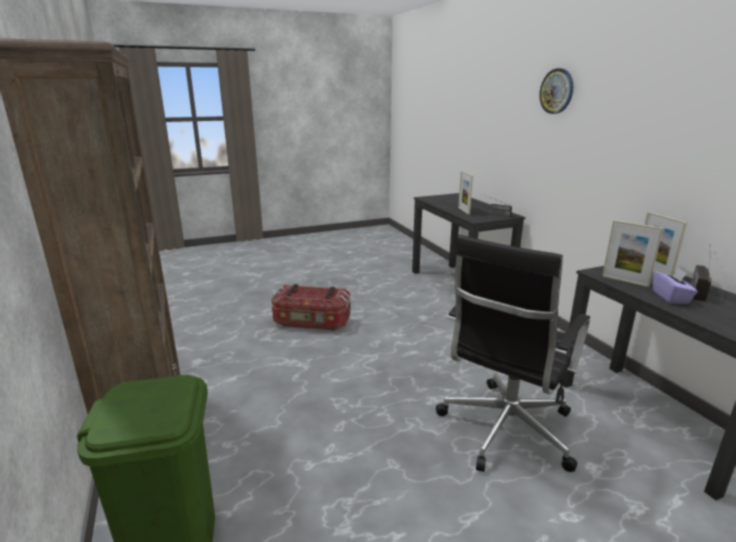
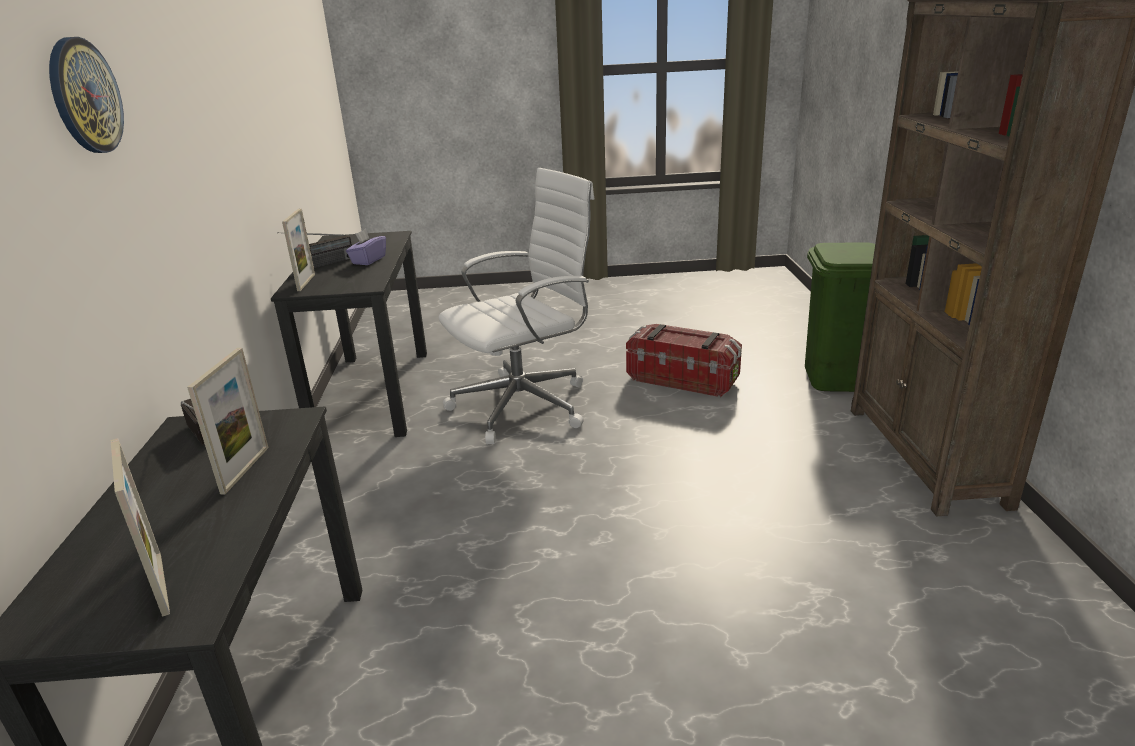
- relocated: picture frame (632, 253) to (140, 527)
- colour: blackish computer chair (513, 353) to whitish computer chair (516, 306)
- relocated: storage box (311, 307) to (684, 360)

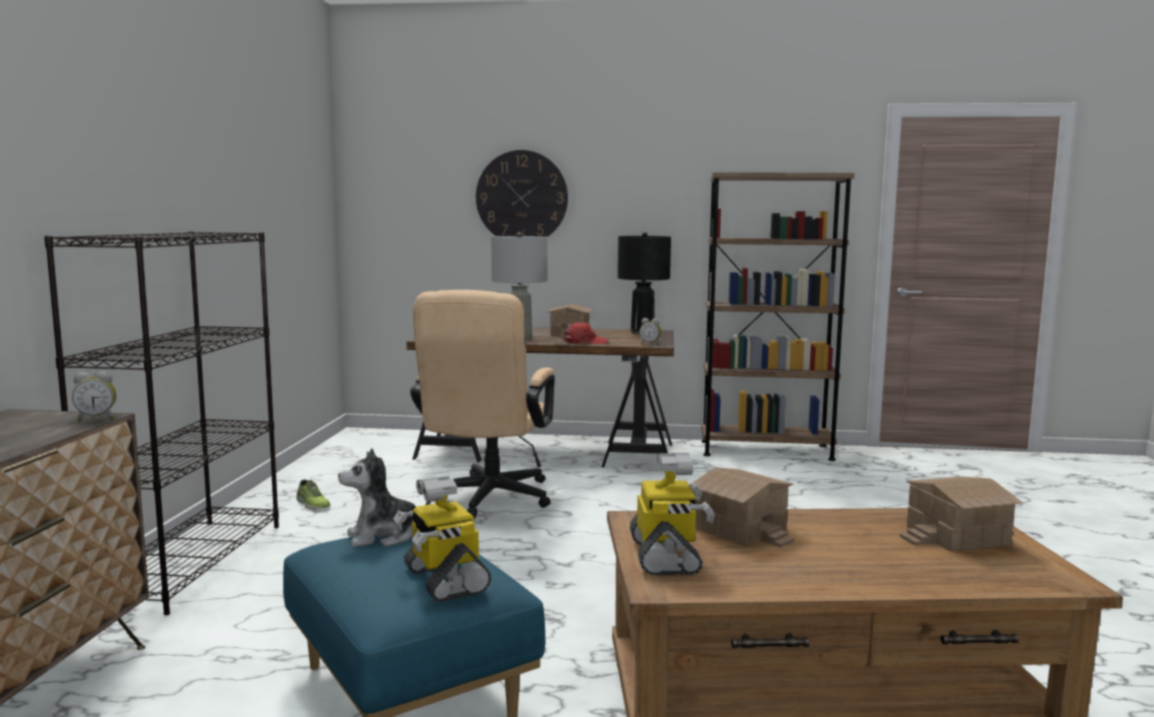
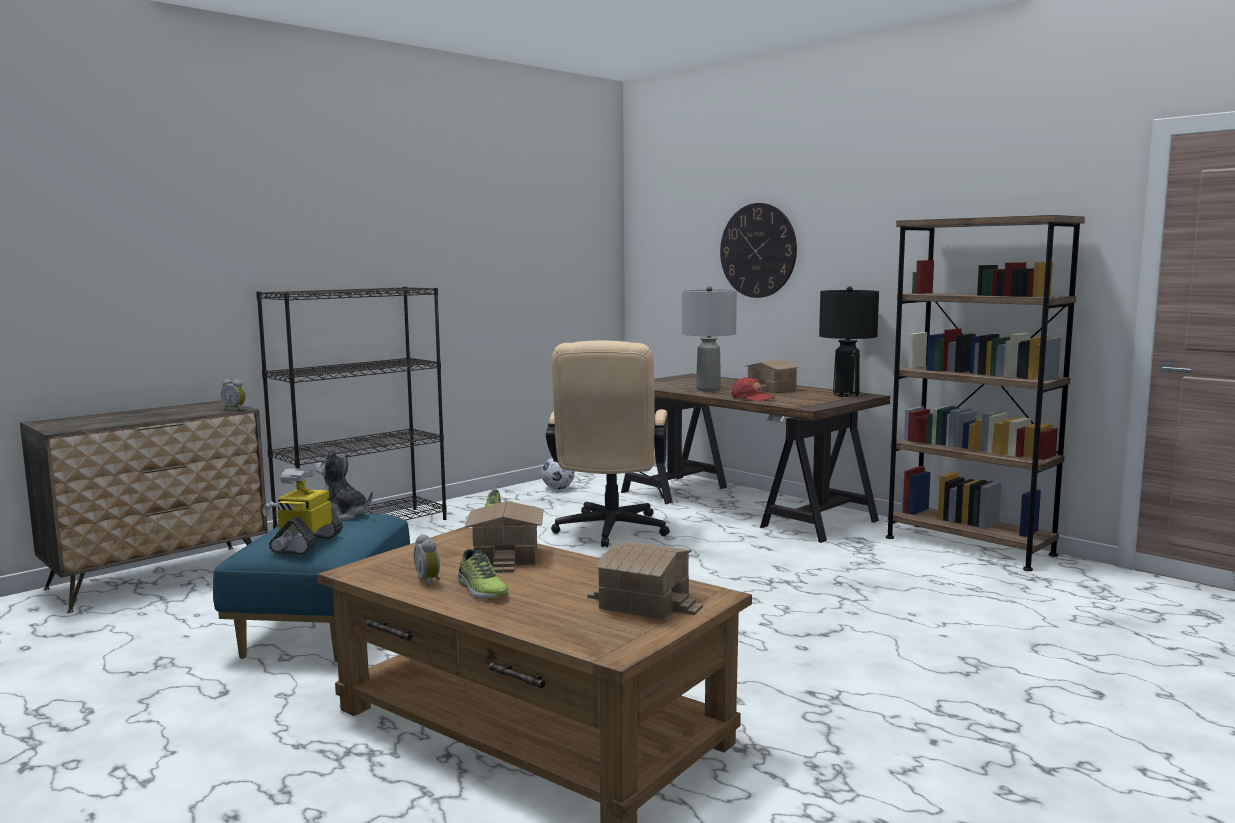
- relocated: bedside clock (650, 331) to (427, 560)
- appeared: item of footwear (483, 574)
- appeared: ball for football (558, 474)
- spun: beige-coloured computer chair (482, 404) = (608, 444) 45 degrees counterclockwise
- missing: toy robot (672, 513)

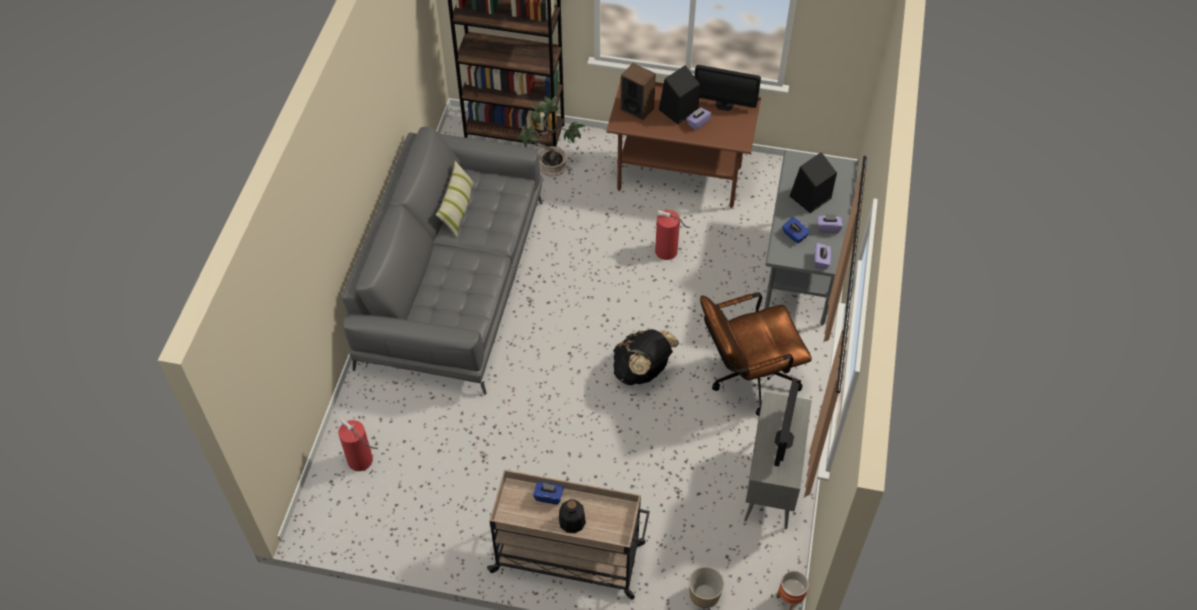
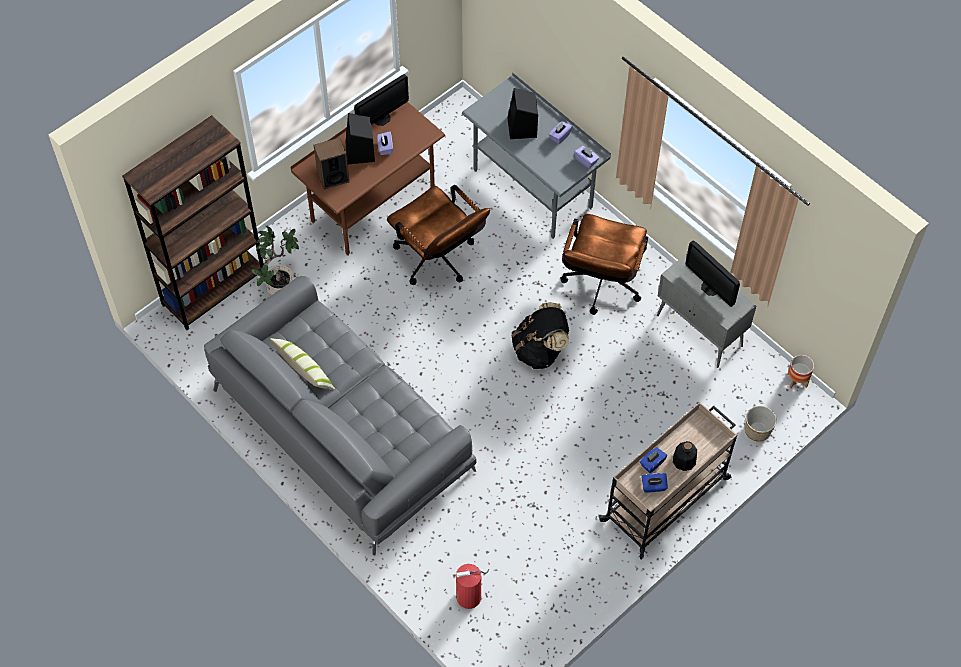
- exchanged: fire-fighting cylinder (672, 235) to brownish computer chair (438, 235)
- relocated: bluish tissue holder (796, 230) to (654, 483)

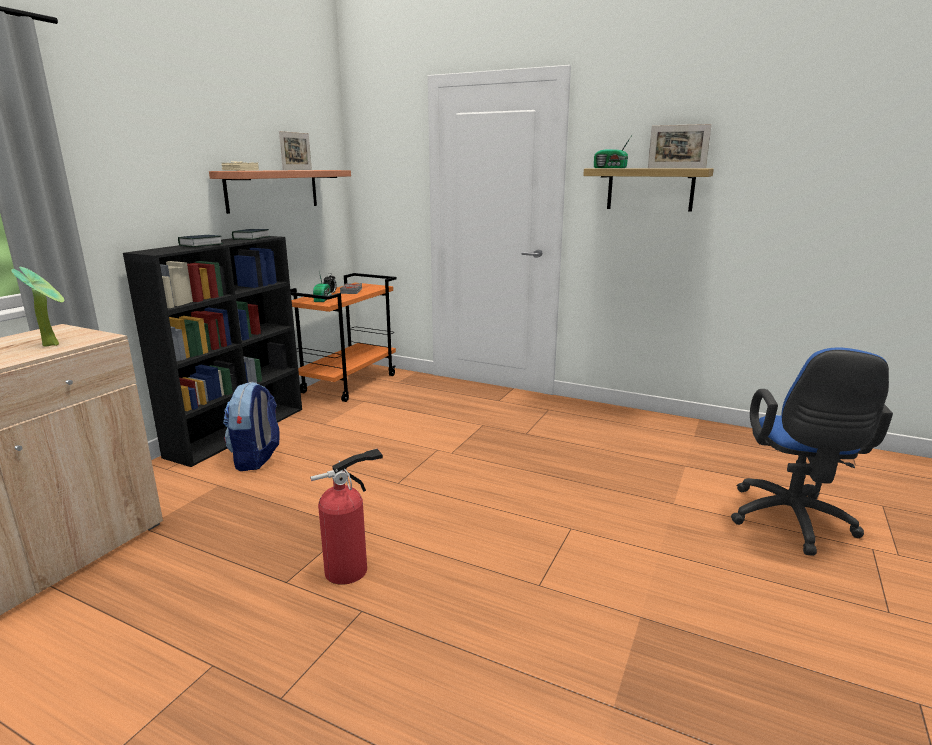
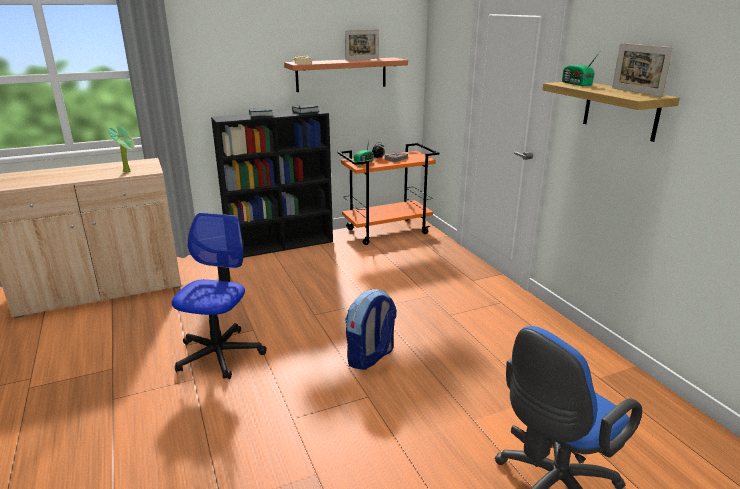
- exchanged: fire-fighting cylinder (346, 517) to computer chair (219, 296)
- relocated: backpack (251, 426) to (371, 329)

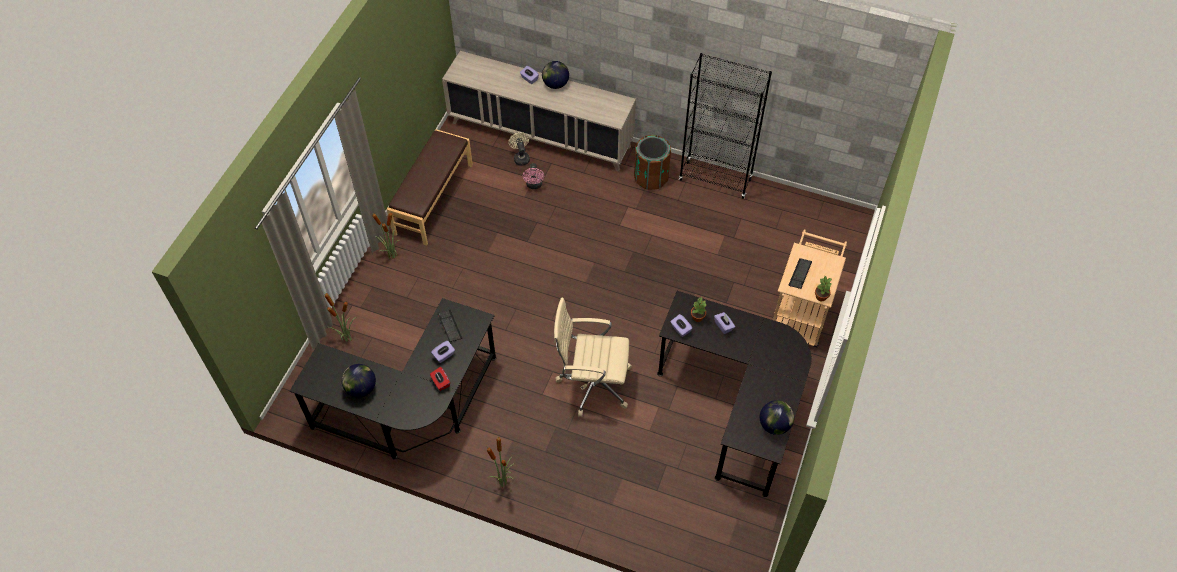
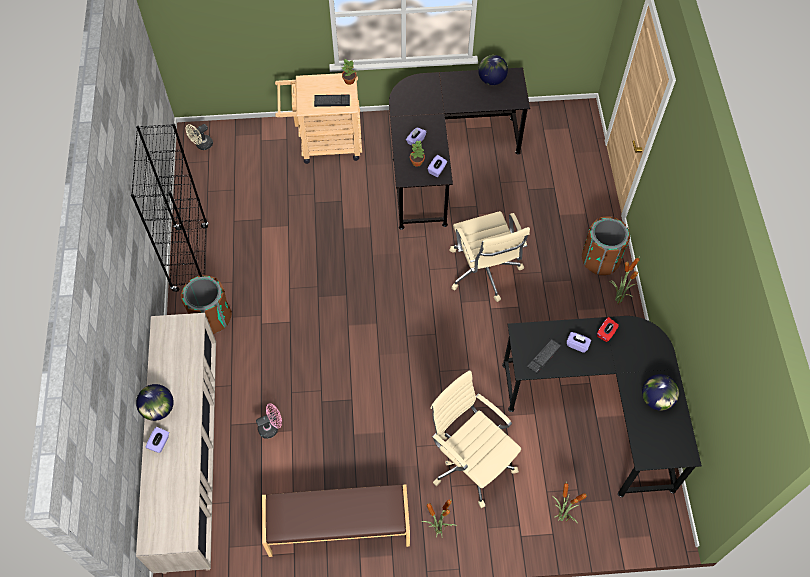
- relocated: beige-coloured fan (519, 149) to (199, 137)
- appeared: beige-coloured computer chair (475, 439)
- appeared: brownish rubbish bin (606, 245)

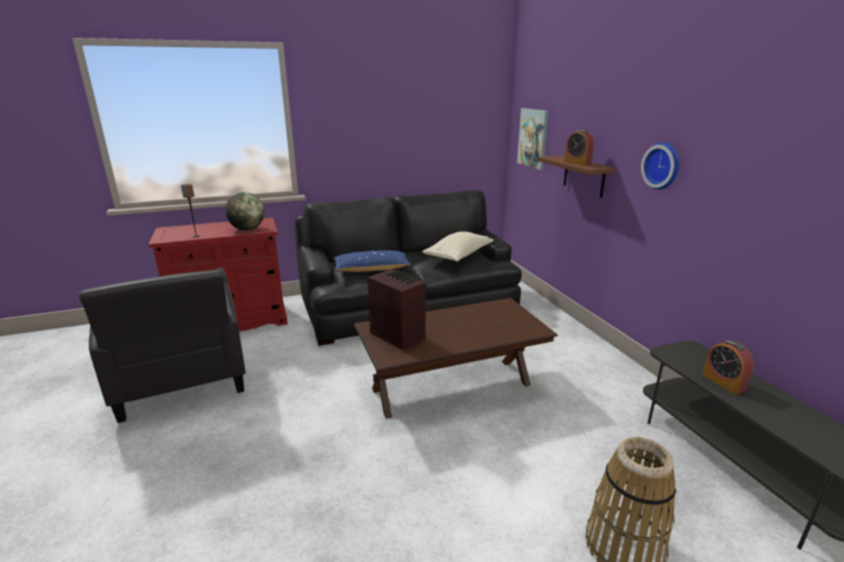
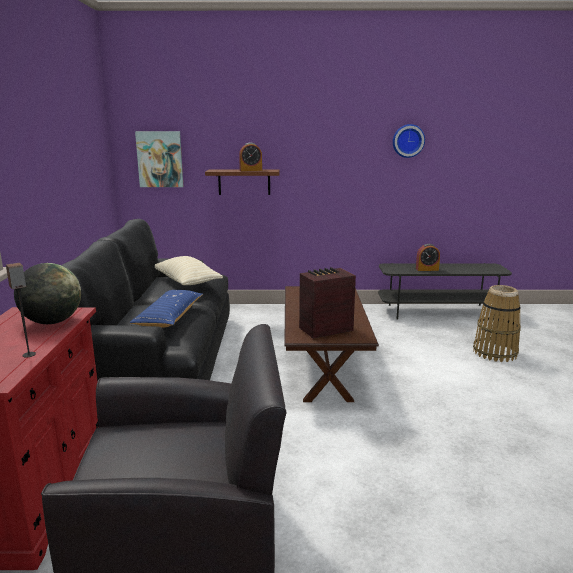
- relocated: hanging clock (660, 166) to (409, 141)

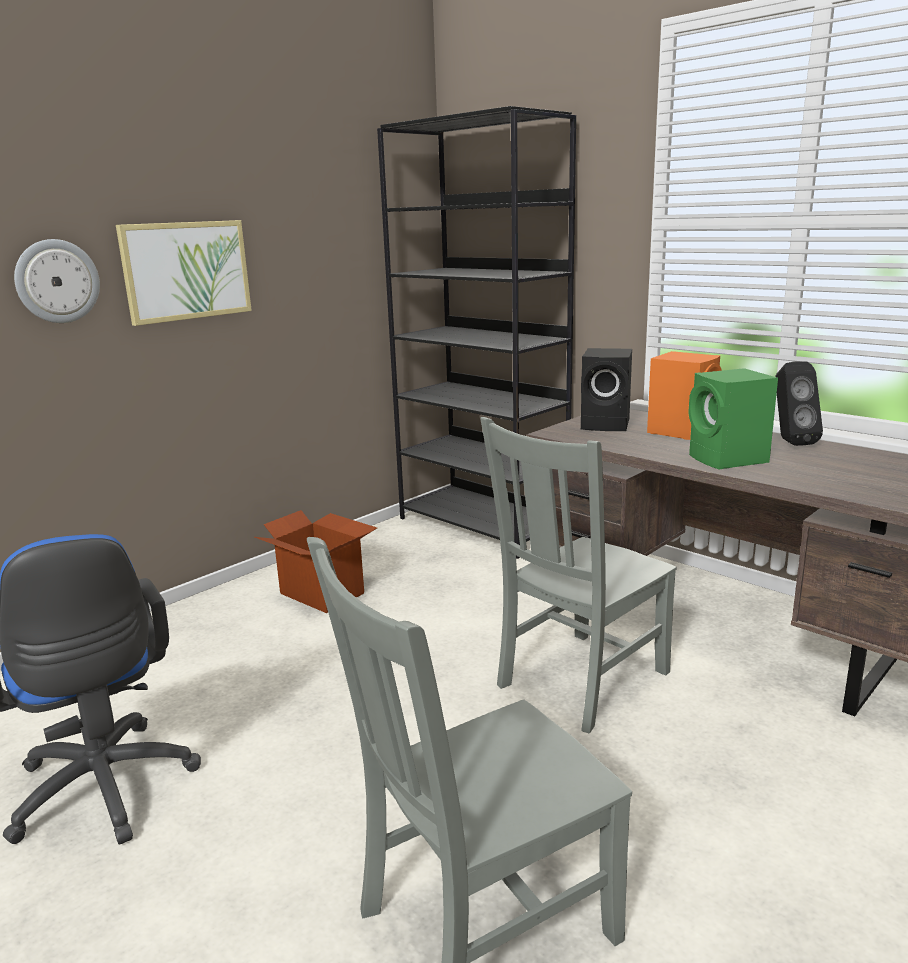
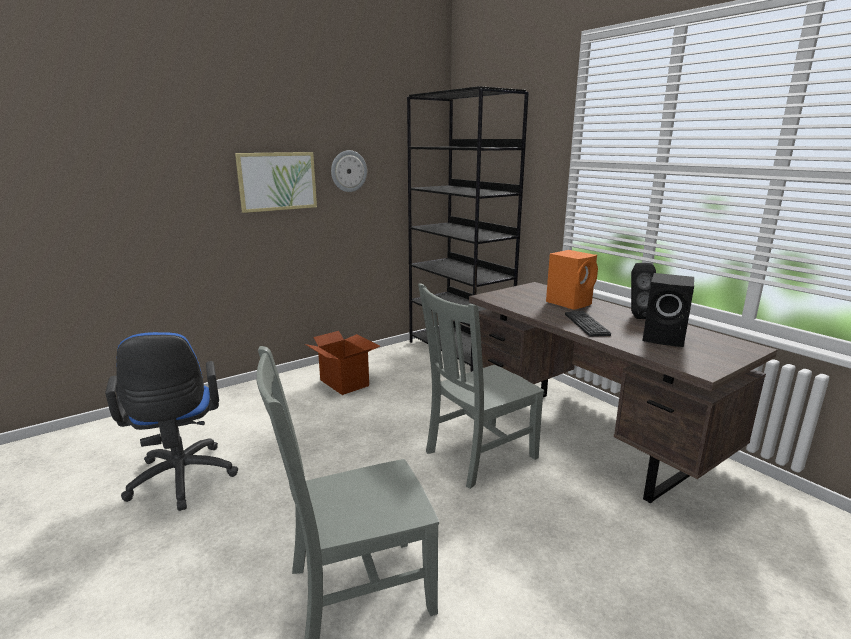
- relocated: hanging clock (57, 281) to (349, 171)
- exchanged: green-coloured audio speaker (733, 418) to PC keyboard (588, 324)
- relocated: blackish audio speaker (606, 389) to (668, 310)

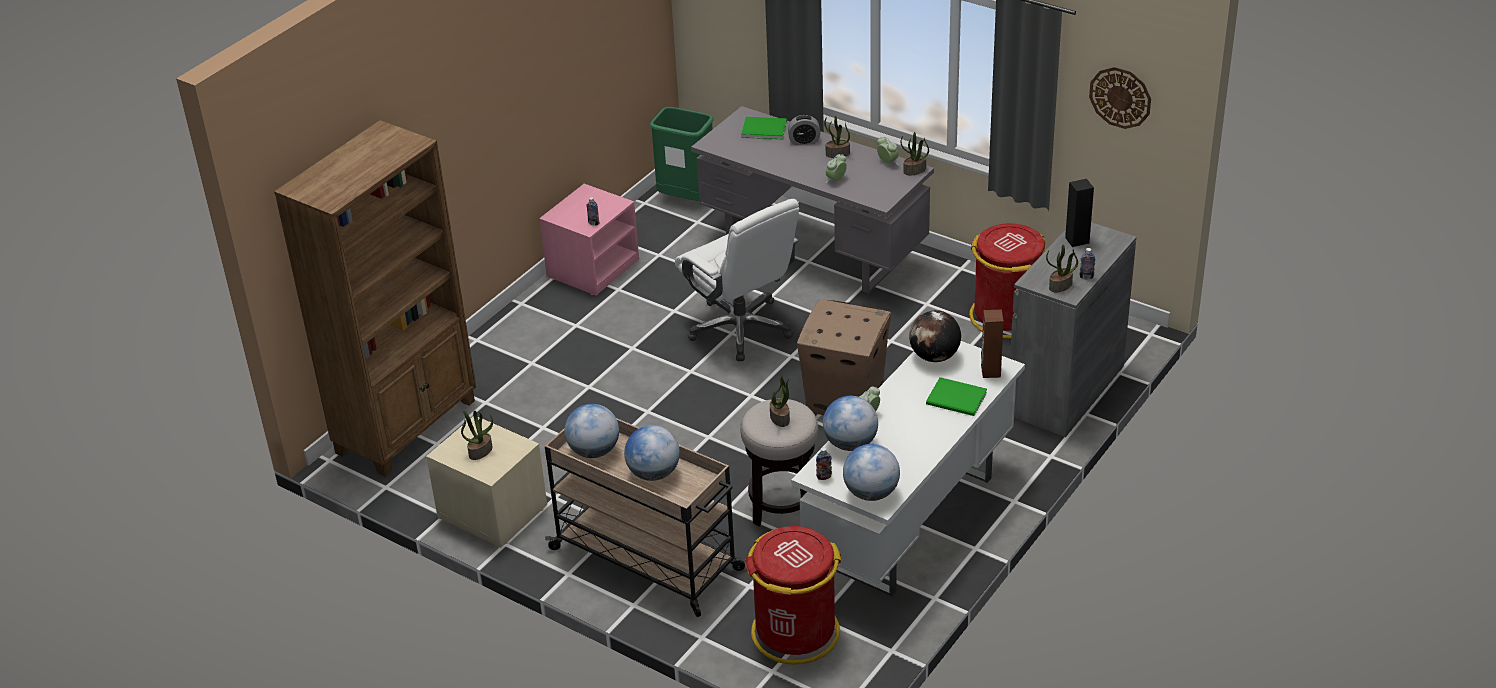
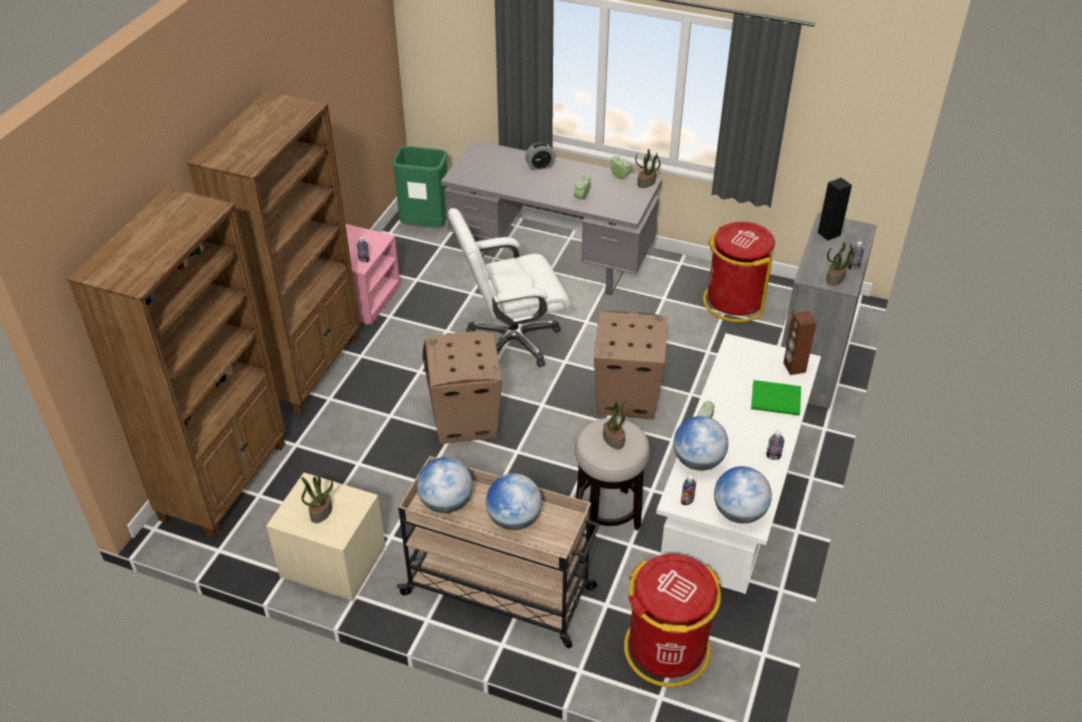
- appeared: brownish bookshelf (273, 253)
- appeared: packing box (462, 388)
- spun: whitish computer chair (737, 280) = (509, 287) 120 degrees clockwise
- appeared: bottle (775, 445)
- missing: green-coloured book (764, 128)
- missing: plant in a pot (837, 137)
- missing: desk globe (935, 336)
- missing: hanging clock (1120, 98)

